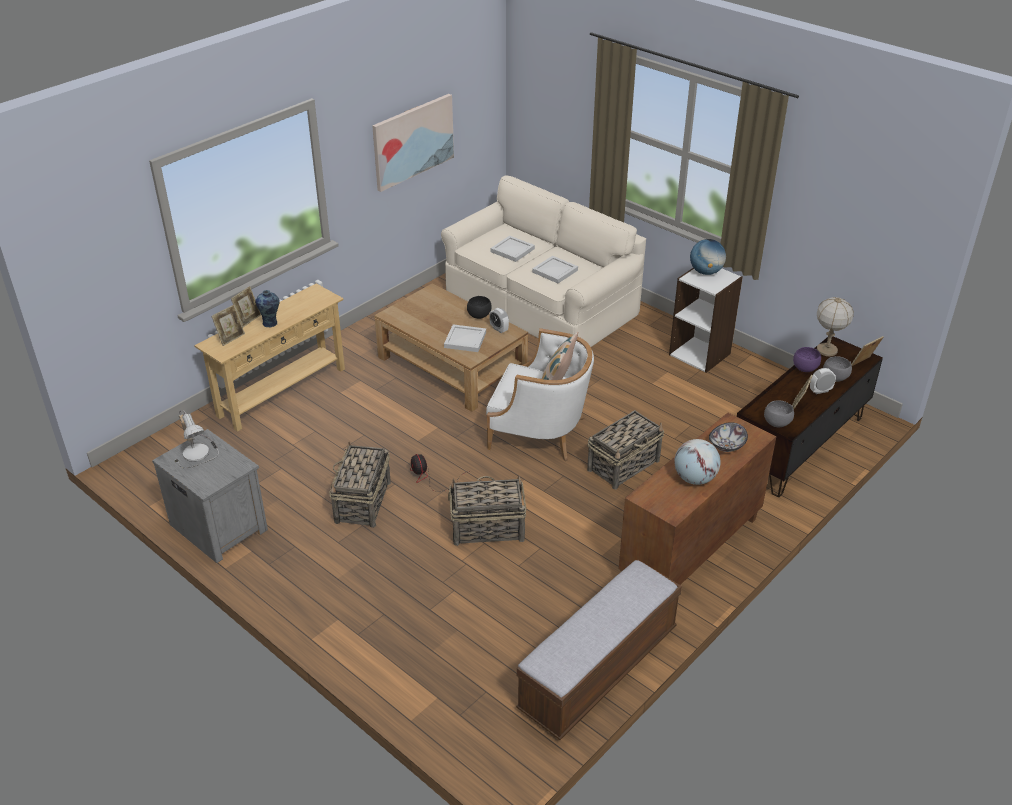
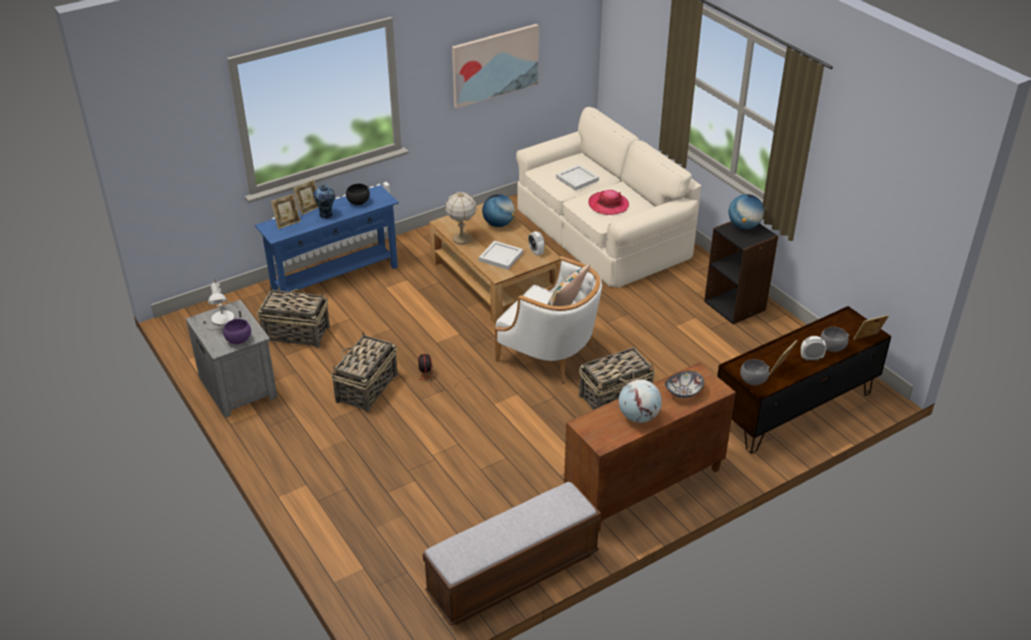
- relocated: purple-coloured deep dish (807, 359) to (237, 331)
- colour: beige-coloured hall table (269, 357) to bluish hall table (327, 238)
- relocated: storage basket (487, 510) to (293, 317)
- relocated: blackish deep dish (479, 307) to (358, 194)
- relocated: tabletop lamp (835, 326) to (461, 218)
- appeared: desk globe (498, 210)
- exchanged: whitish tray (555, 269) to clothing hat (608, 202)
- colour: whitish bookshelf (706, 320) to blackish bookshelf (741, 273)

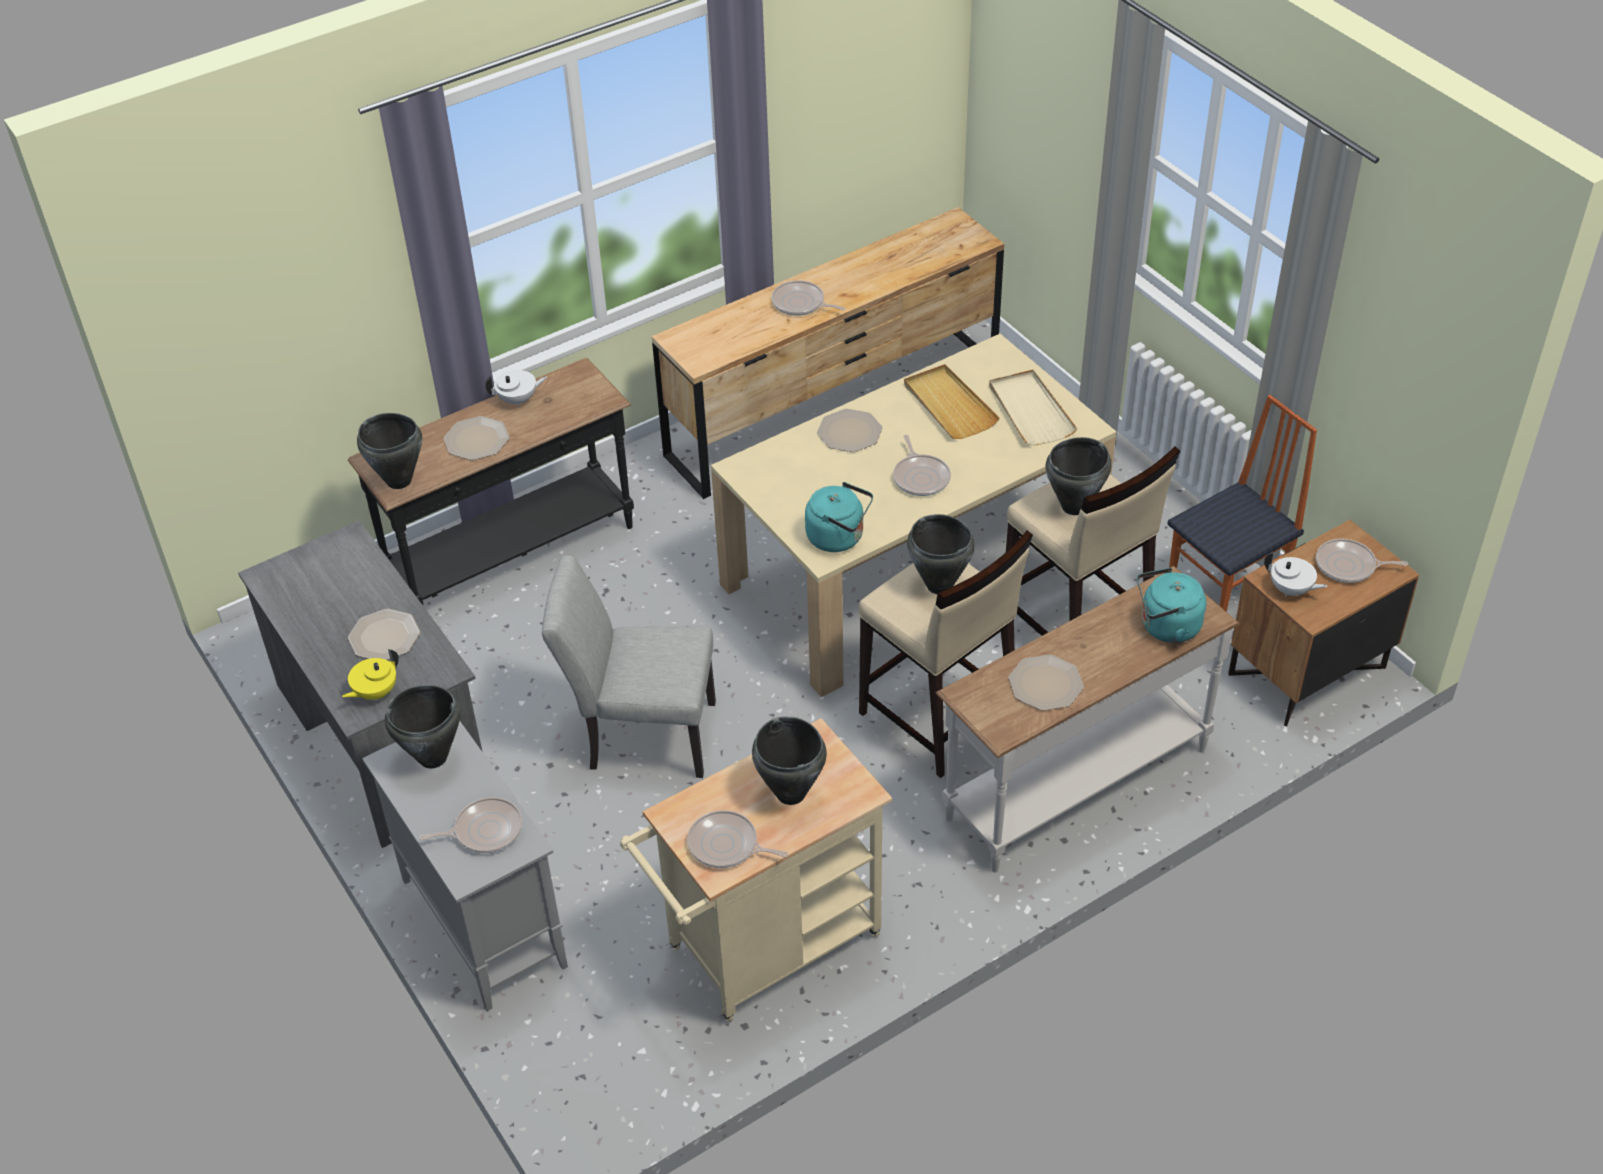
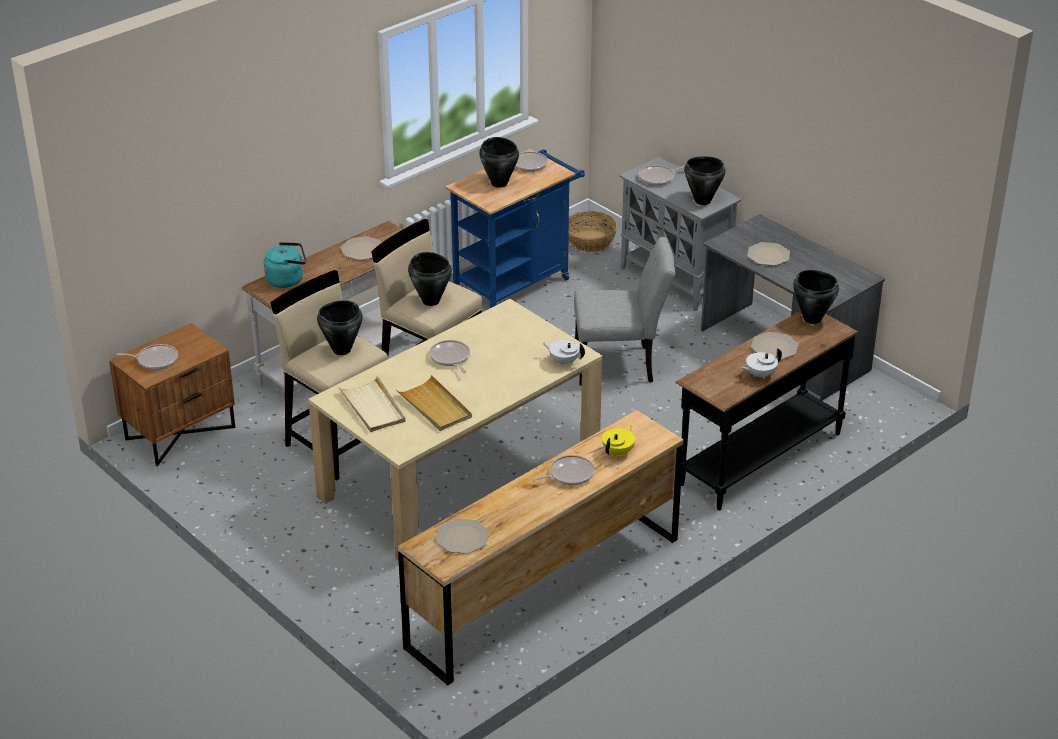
- relocated: dinner plate (849, 430) to (462, 536)
- colour: beige-coloured trolley (756, 870) to bluish trolley (515, 228)
- spun: frying pan (808, 298) = (562, 470) 45 degrees counterclockwise
- relocated: whitish teapot (1296, 574) to (564, 353)
- appeared: storage basket (593, 231)
- relocated: yellow-coloured teapot (370, 674) to (618, 440)
- missing: turquoise kettle (839, 517)
- missing: upright chair (1242, 503)

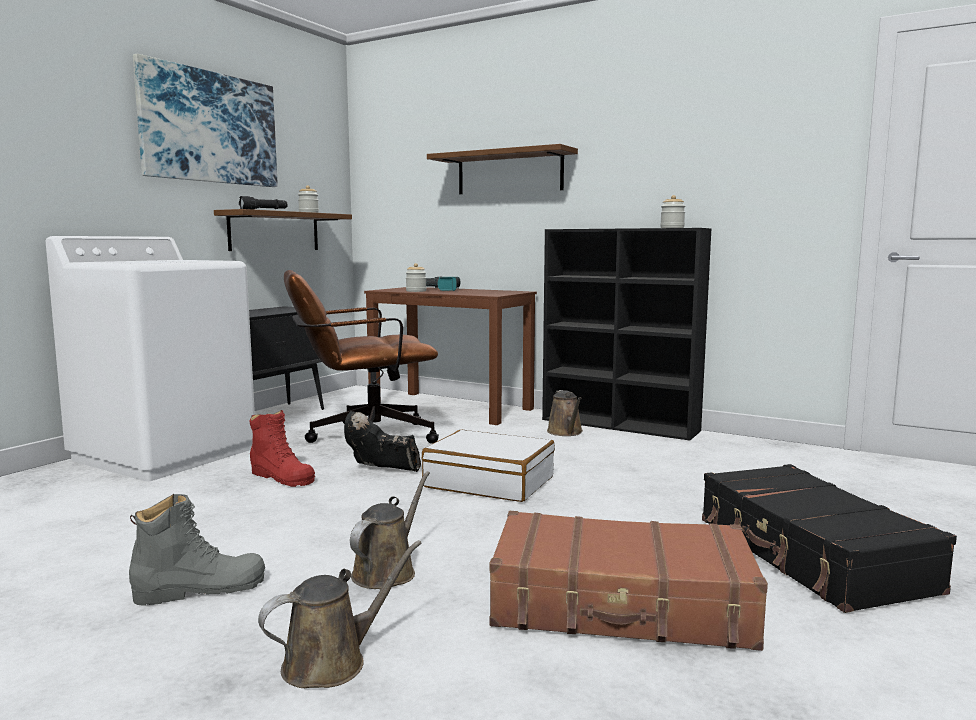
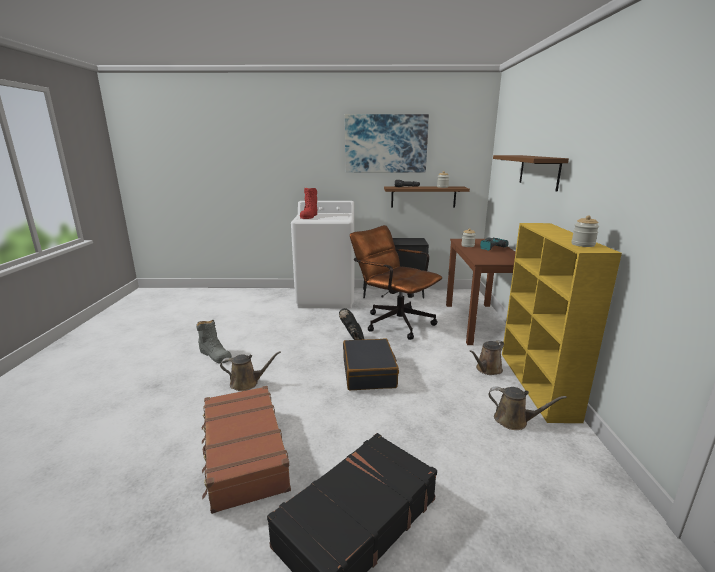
- relocated: red-coloured high-top boot (282, 448) to (309, 203)
- colour: whitish piece of luggage (488, 466) to blackish piece of luggage (371, 364)
- relocated: brownish sprinkling can (340, 614) to (527, 408)
- colour: blackish bookshelf (626, 334) to yellow-coloured bookshelf (562, 323)

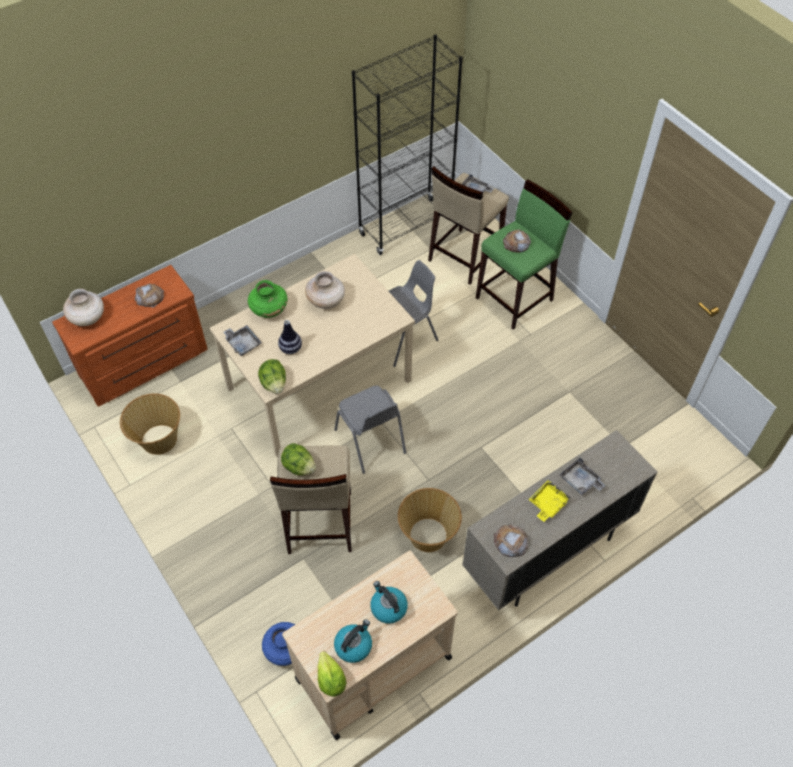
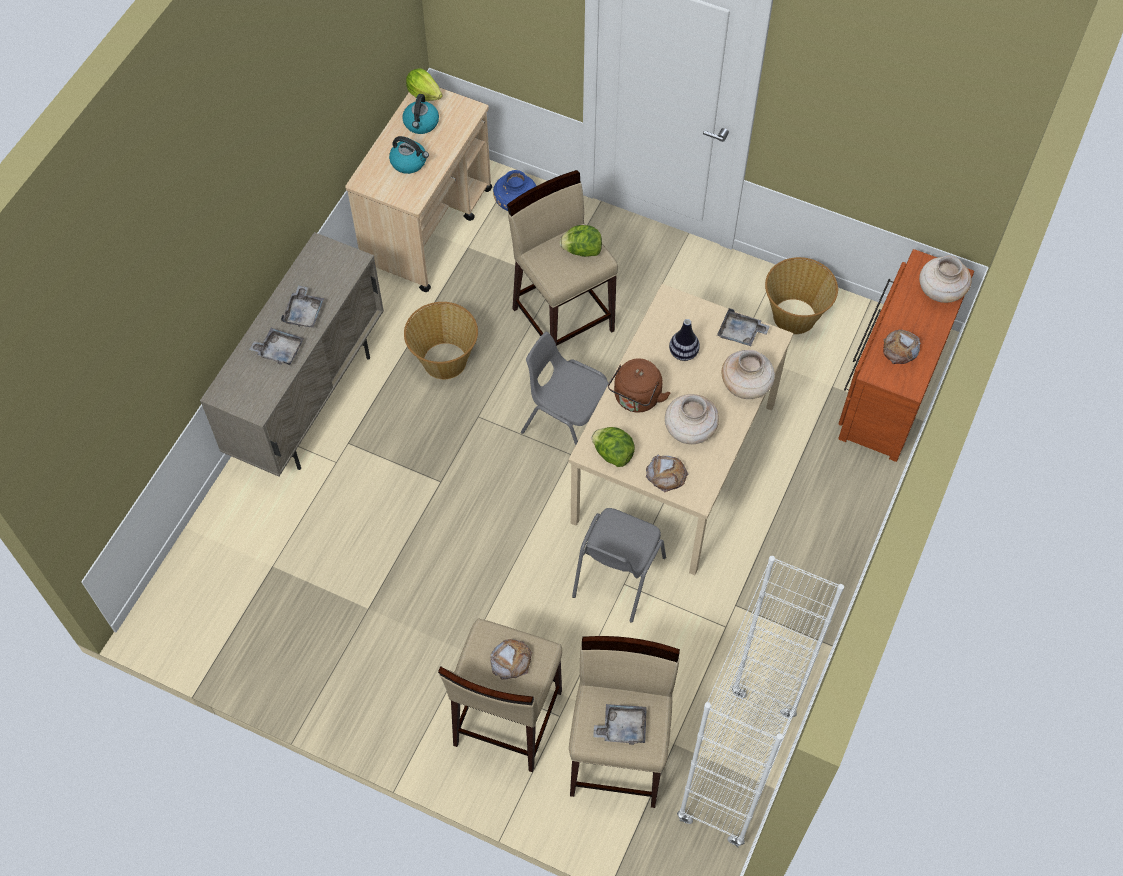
- colour: yellow-coloured tray (549, 501) to greyish tray (302, 306)
- colour: green-coloured stool seat (524, 255) to beige-coloured stool seat (500, 695)
- relocated: lettuce (272, 376) to (613, 447)
- appeared: brownish kettle (639, 386)
- relocated: bakery bread (511, 541) to (667, 473)
- colour: blackish bookshelf (407, 144) to whitish bookshelf (760, 701)
- colour: green-coloured vase (267, 299) to beige-coloured vase (748, 374)

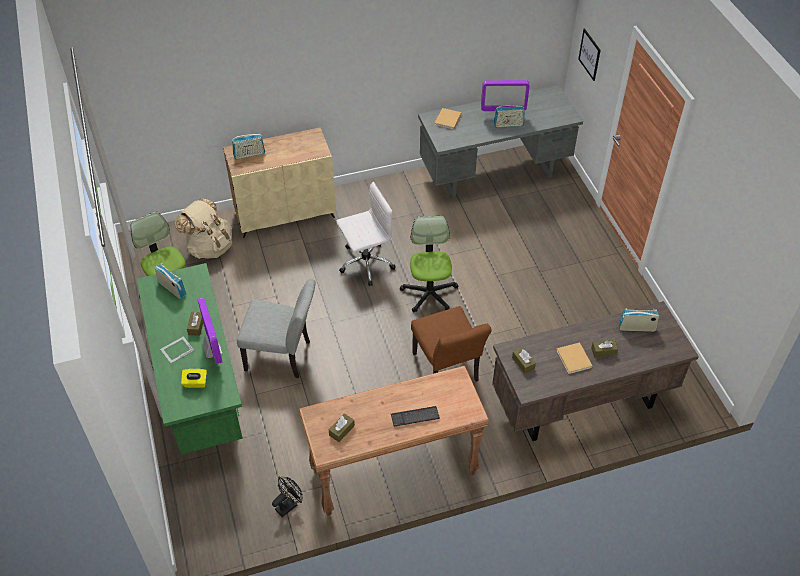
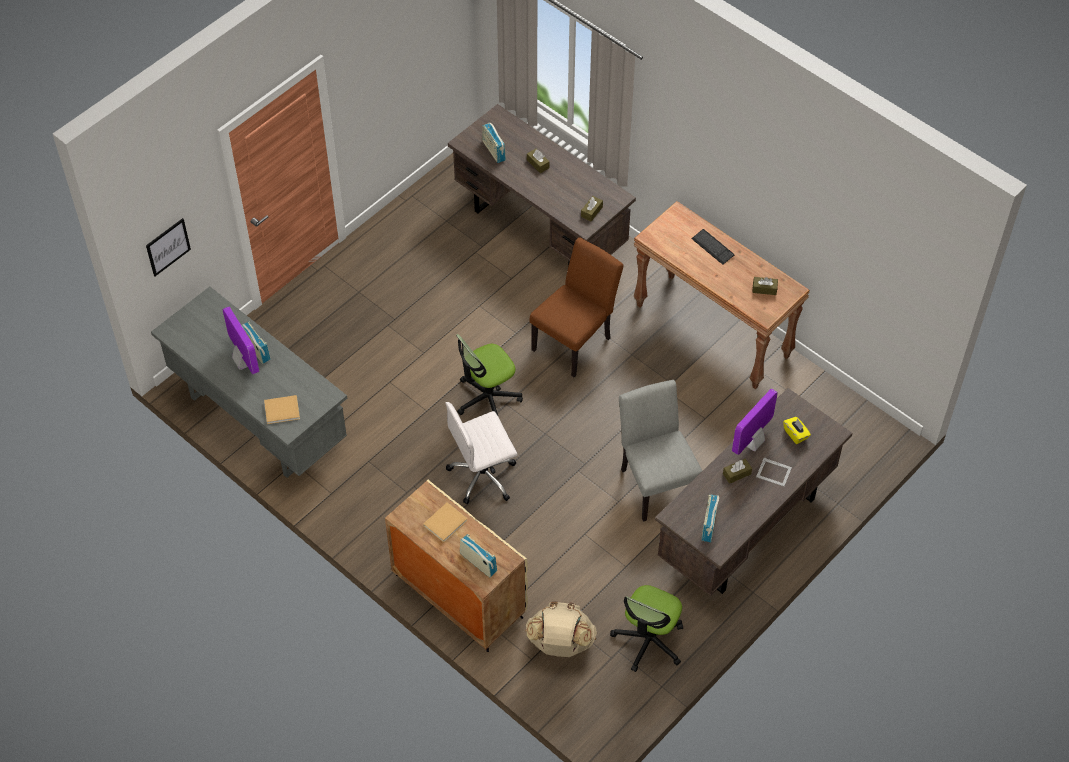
- relocated: beige-coloured book (574, 358) to (445, 522)
- spun: whitish computer chair (366, 234) = (481, 453) 60 degrees counterclockwise
- colour: green-coloured desk (190, 359) to brownish desk (753, 492)
- missing: blackish fan (287, 497)

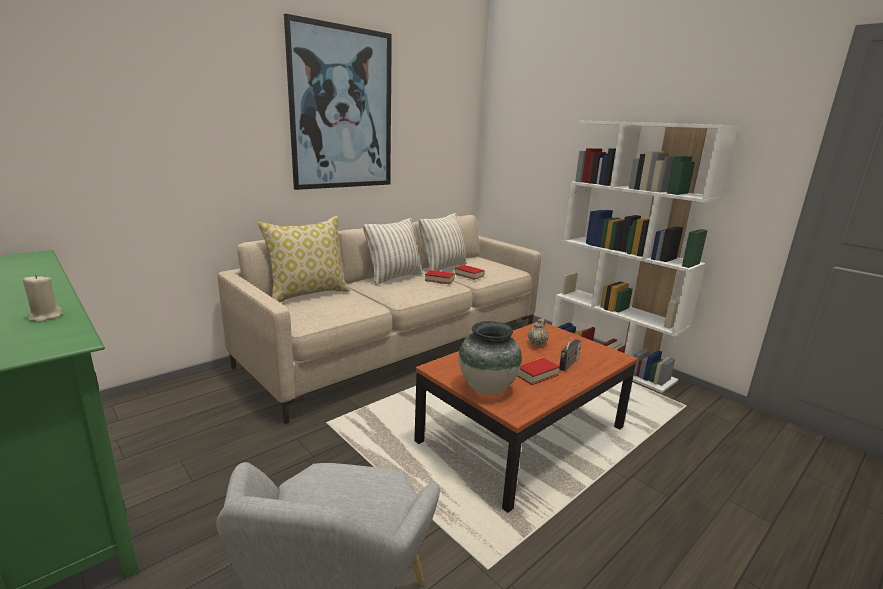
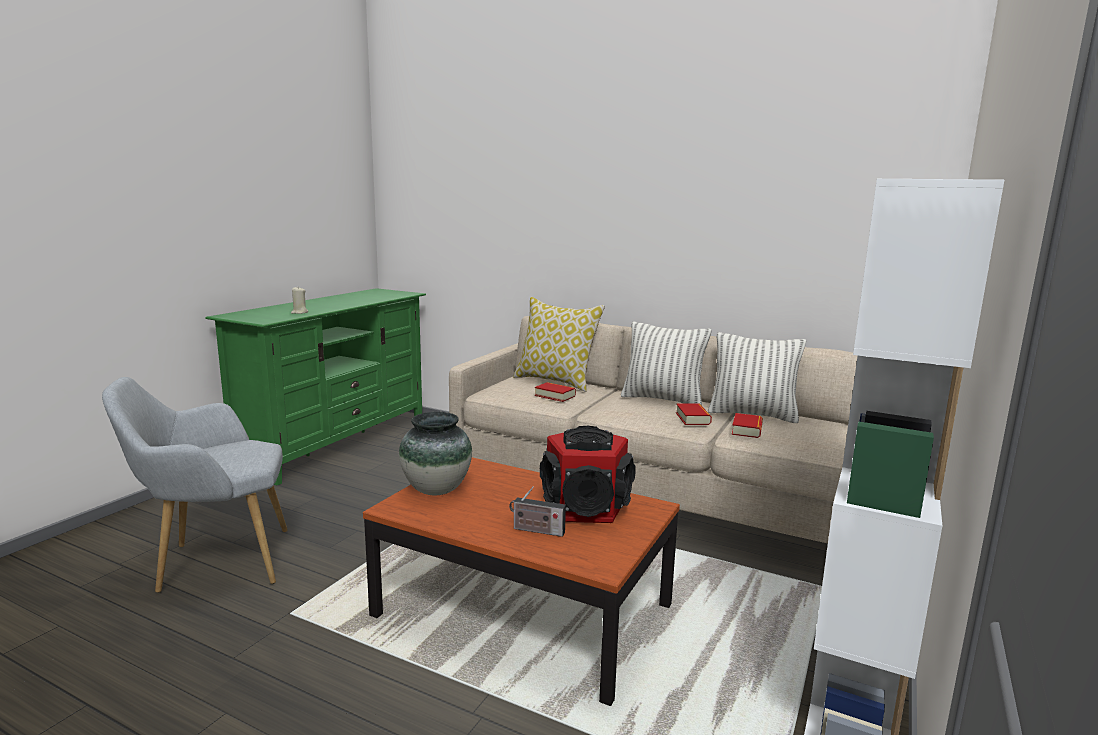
- relocated: book (538, 371) to (555, 392)
- exchanged: beige-coloured teapot (538, 332) to audio speaker (587, 474)
- missing: wall picture (338, 102)

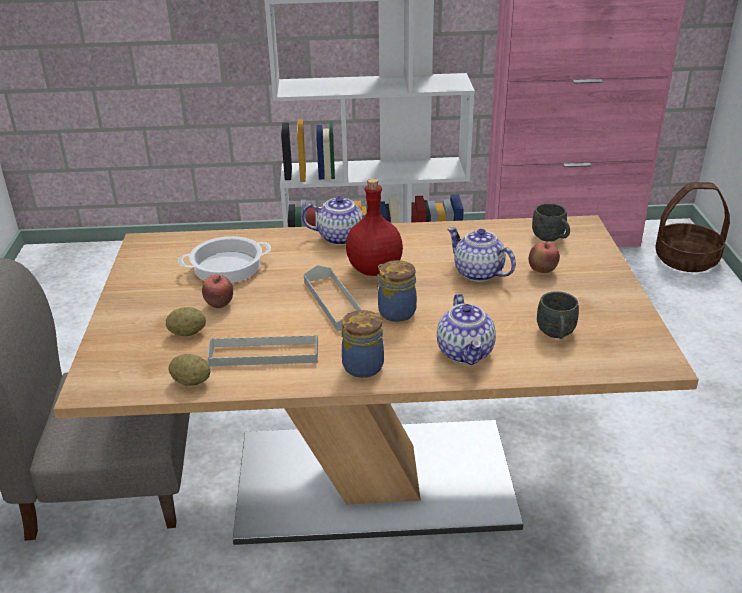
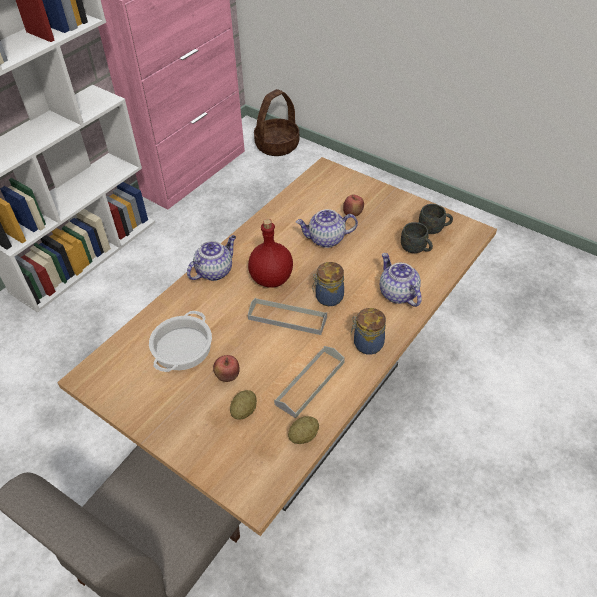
- spun: teapot (466, 329) = (401, 280) 150 degrees counterclockwise
- relocated: greyish tea mug (551, 222) to (436, 219)

